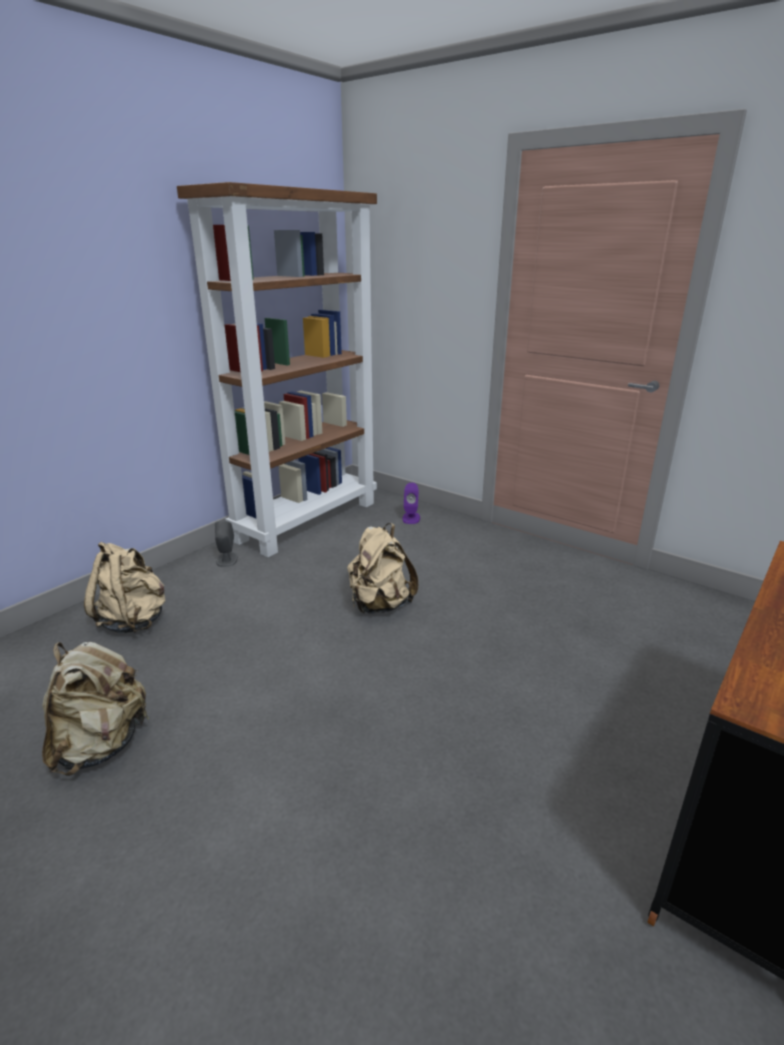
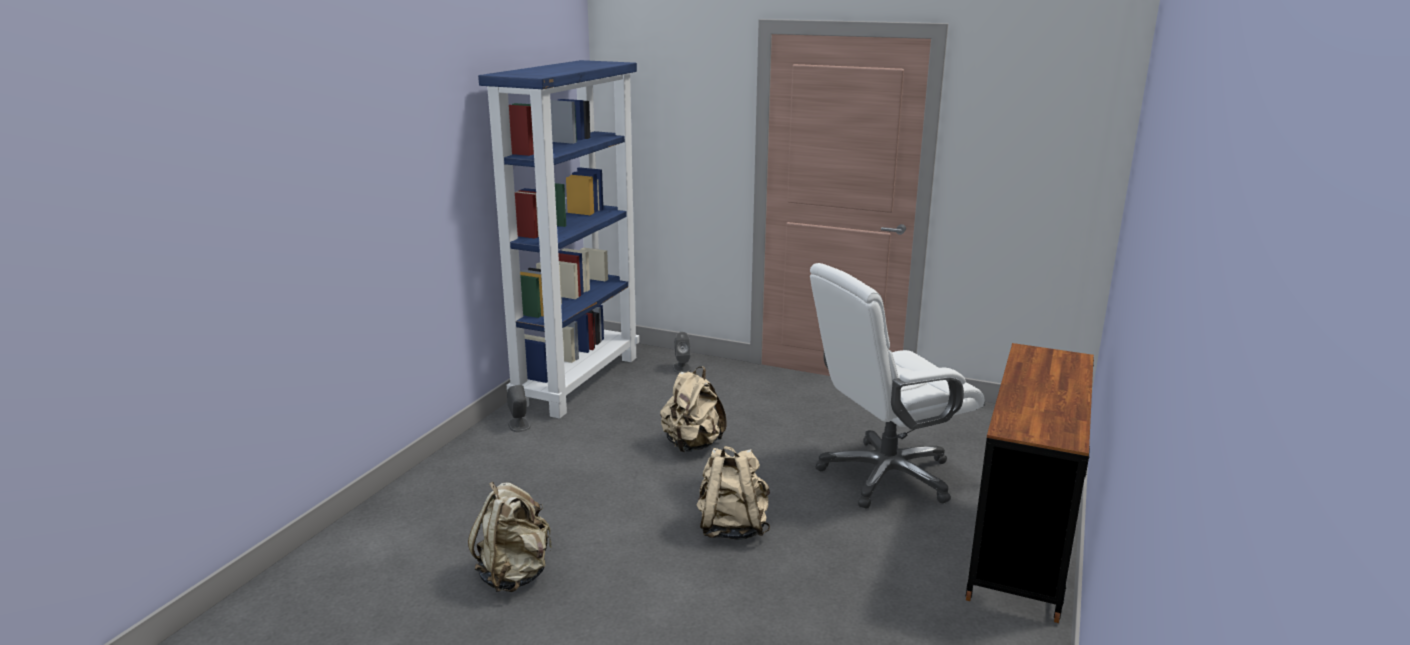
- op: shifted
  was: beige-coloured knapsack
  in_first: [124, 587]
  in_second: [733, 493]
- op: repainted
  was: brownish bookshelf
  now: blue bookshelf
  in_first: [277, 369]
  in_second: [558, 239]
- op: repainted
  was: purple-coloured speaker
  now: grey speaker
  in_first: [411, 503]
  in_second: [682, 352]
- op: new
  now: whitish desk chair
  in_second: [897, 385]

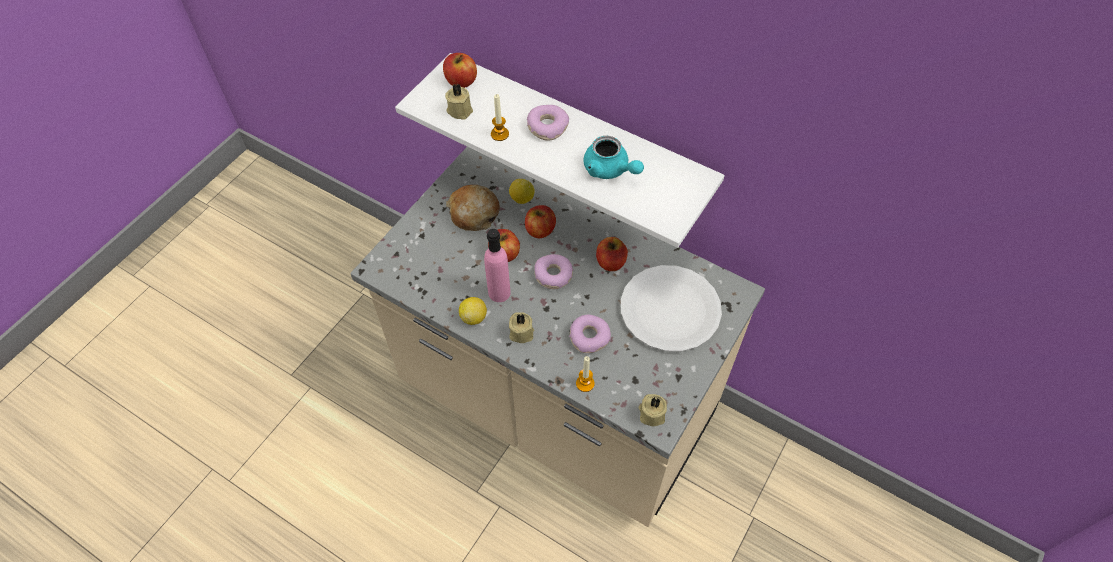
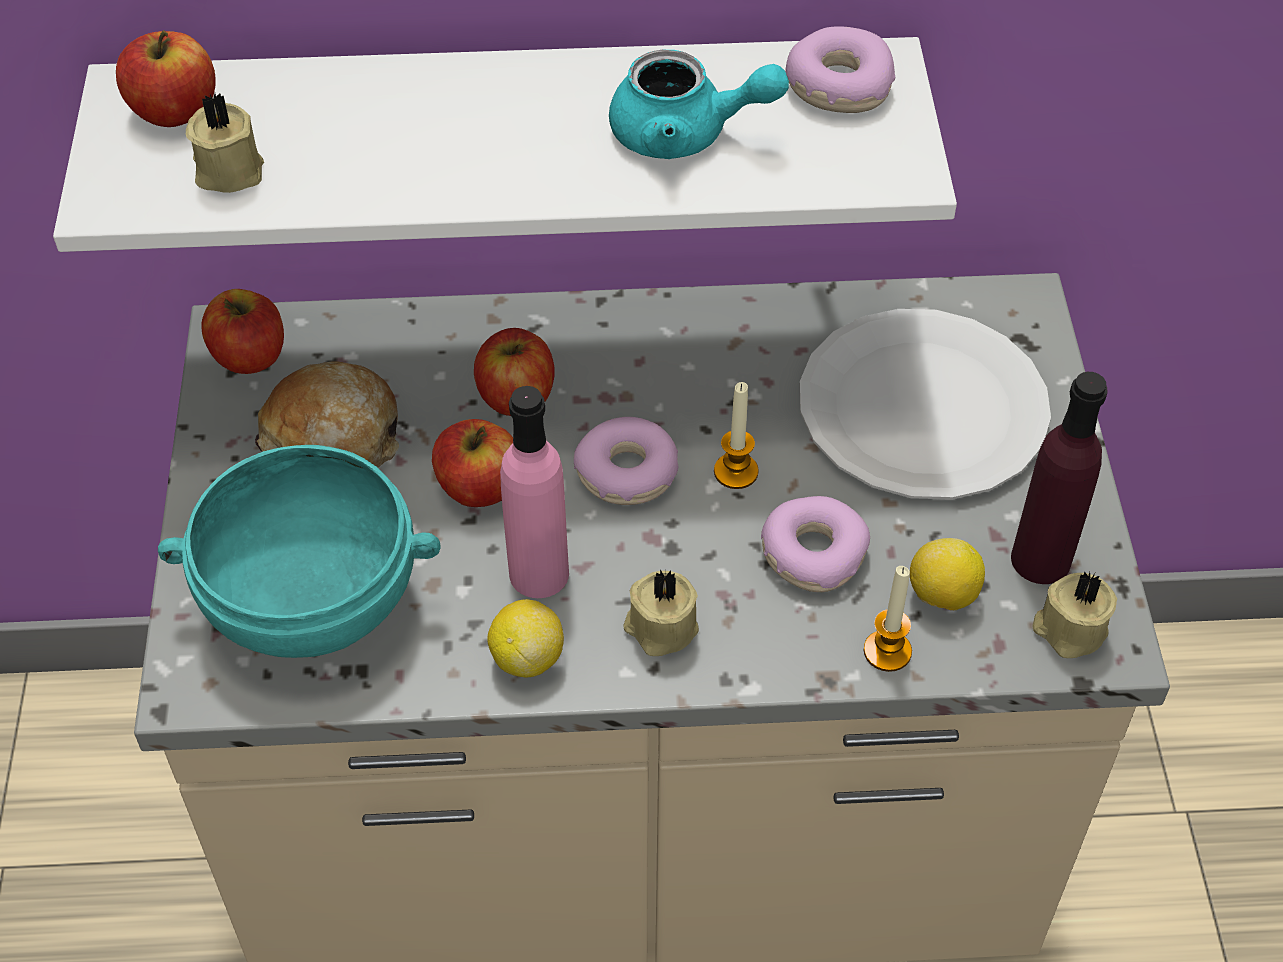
- op: shifted
  was: wax candle
  in_first: [500, 117]
  in_second: [736, 435]
- op: shifted
  was: whole lemon
  in_first: [522, 191]
  in_second: [947, 574]
- op: shifted
  was: doughnut
  in_first: [548, 123]
  in_second: [840, 69]
- op: shifted
  was: apple
  in_first: [612, 254]
  in_second: [242, 331]
- op: new
  now: blue-green serving bowl
  in_second: [299, 551]
- op: new
  now: purple-coloured beverage bottle
  in_second: [1059, 478]

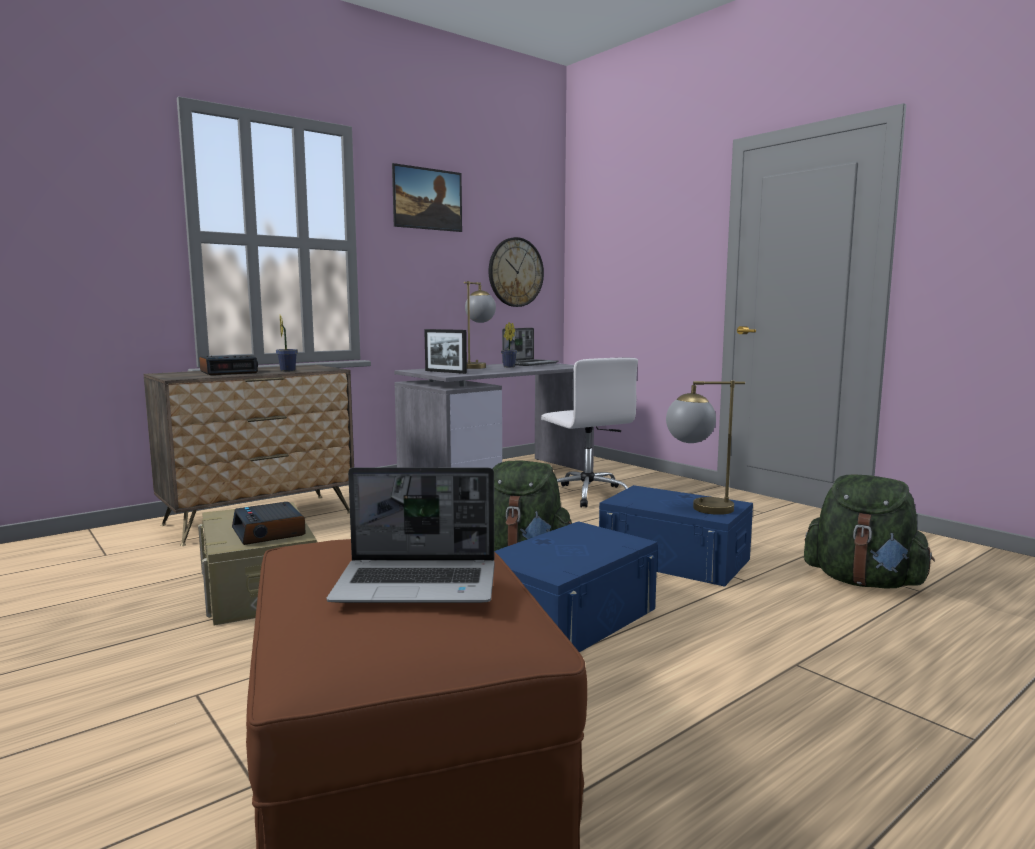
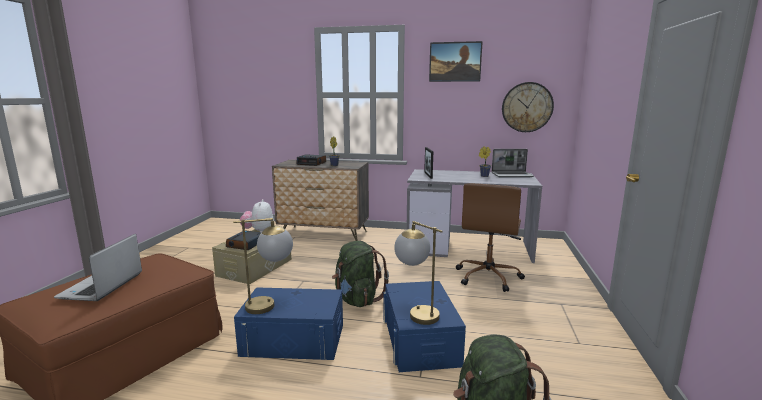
- op: rotated
  was: portable computer
  in_first: [411, 535]
  in_second: [98, 267]
  clockwise: 45
- op: shifted
  was: tabletop lamp
  in_first: [480, 325]
  in_second: [263, 266]
- op: repainted
  was: whitish desk chair
  now: brownish desk chair
  in_first: [589, 432]
  in_second: [490, 237]
- op: new
  now: soft toy
  in_second: [257, 215]

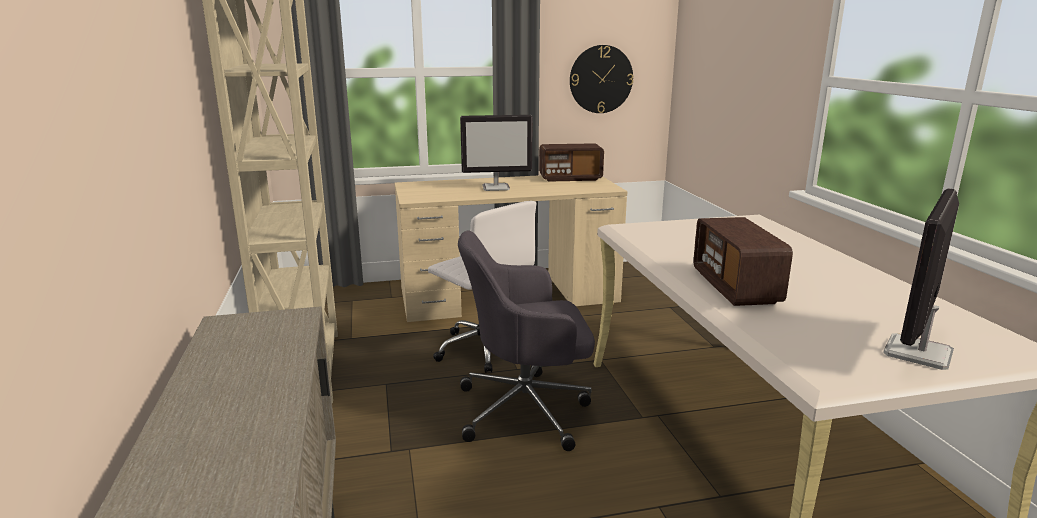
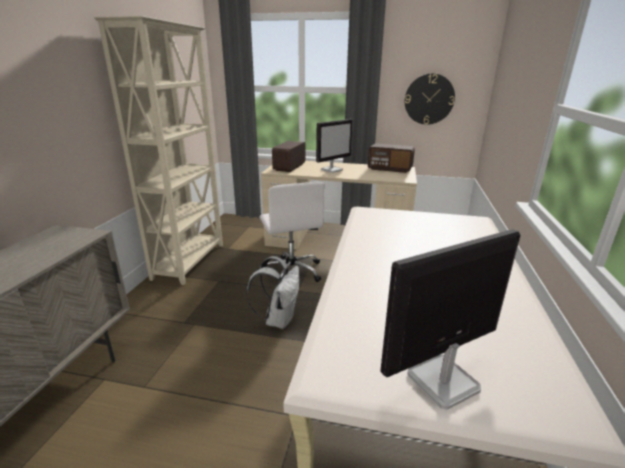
- op: swapped
  was: grey desk chair
  now: whitish knapsack
  in_first: [526, 341]
  in_second: [272, 292]
- op: rotated
  was: monitor
  in_first: [496, 153]
  in_second: [334, 146]
  clockwise: -60
- op: shifted
  was: radio receiver
  in_first: [743, 261]
  in_second: [288, 156]

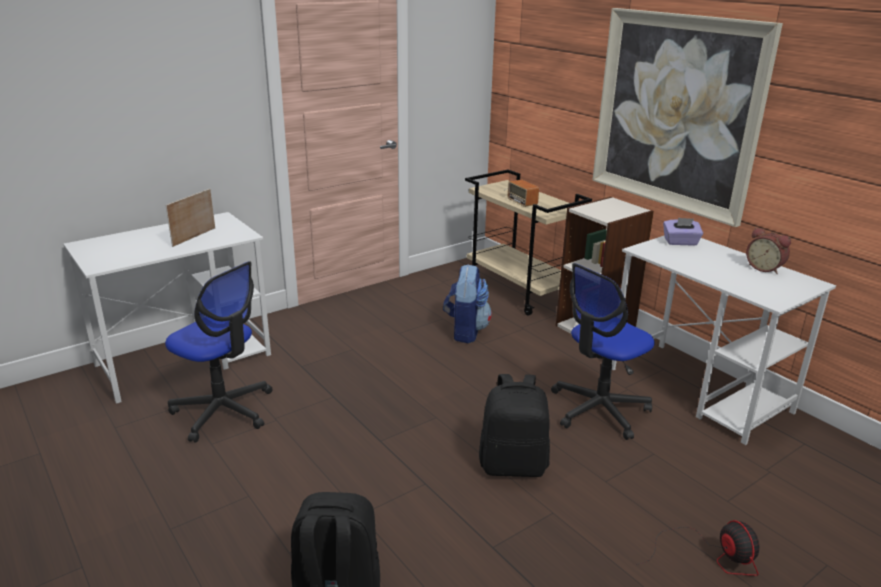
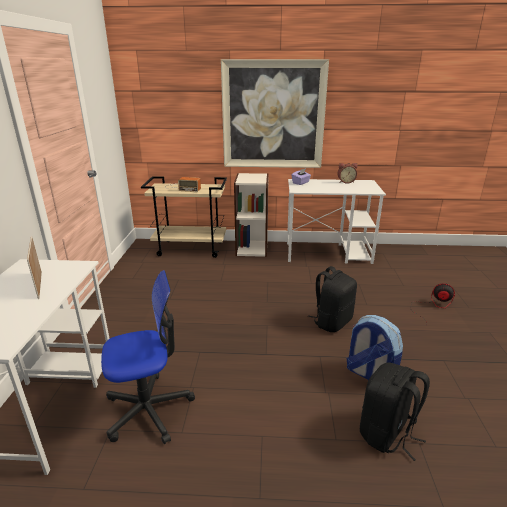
- op: shifted
  was: knapsack
  in_first: [467, 303]
  in_second: [375, 347]
- op: gone
  was: desk chair
  in_first: [603, 351]

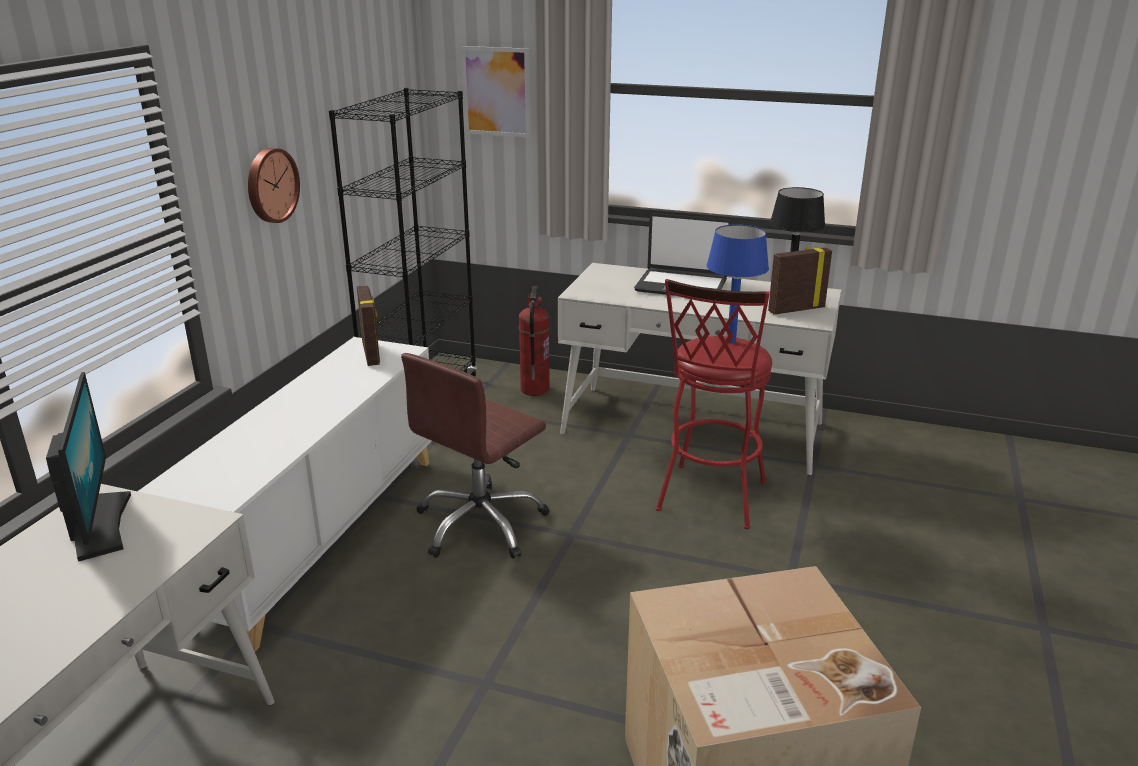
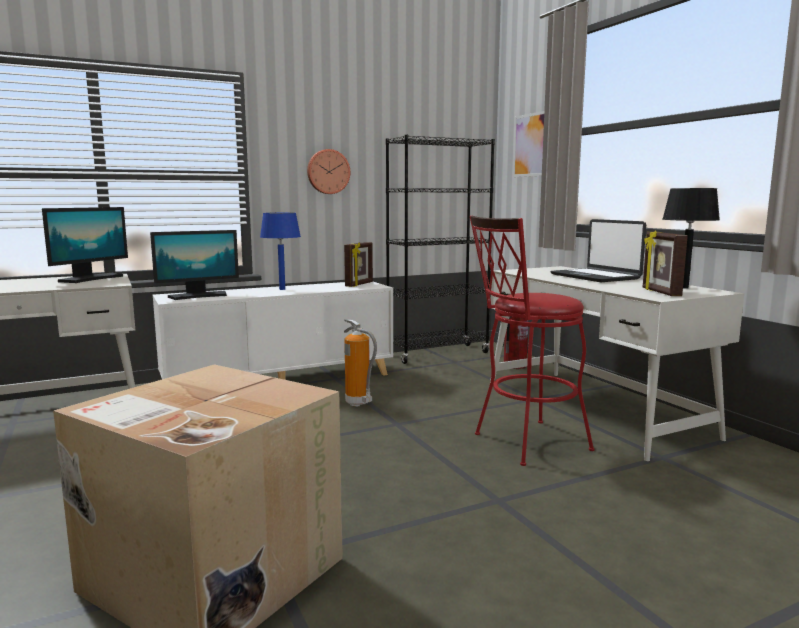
- op: swapped
  was: brownish desk chair
  now: fire extinguisher
  in_first: [475, 456]
  in_second: [360, 362]
- op: shifted
  was: blue tabletop lamp
  in_first: [737, 284]
  in_second: [280, 251]
- op: rotated
  was: standing frame
  in_first: [800, 280]
  in_second: [665, 263]
  clockwise: -120
- op: new
  now: monitor
  in_second: [194, 265]

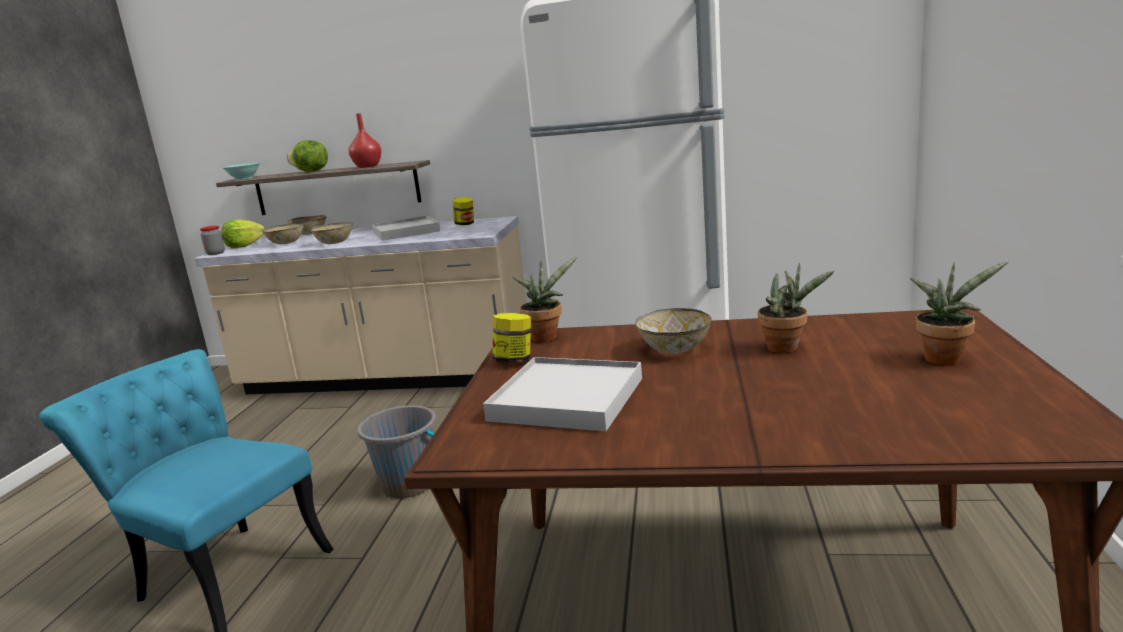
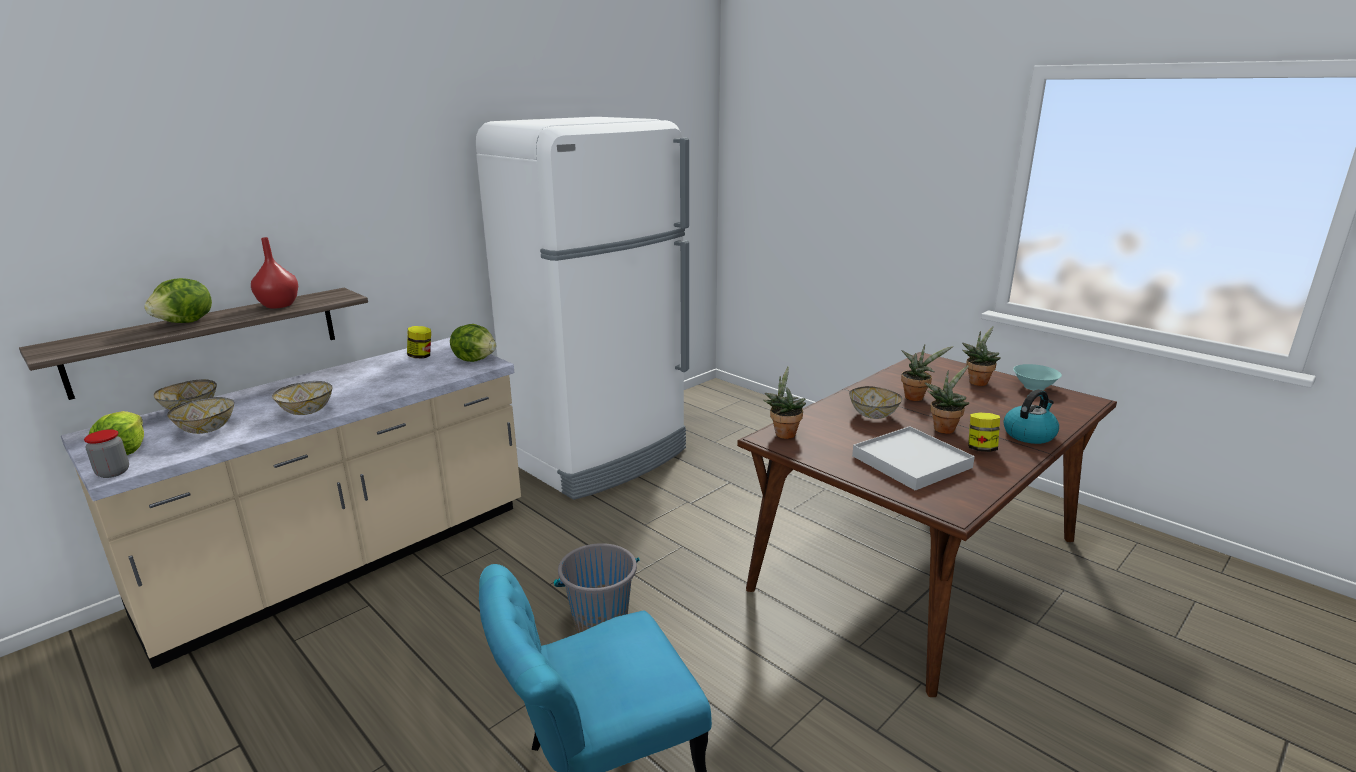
- op: shifted
  was: blue-green serving bowl
  in_first: [241, 171]
  in_second: [1037, 377]
- op: gone
  was: whitish tray
  in_first: [406, 228]
- op: shifted
  was: jar
  in_first: [511, 338]
  in_second: [984, 432]
- op: new
  now: head of lettuce
  in_second: [473, 343]
- op: new
  now: houseplant
  in_second: [947, 399]
- op: new
  now: tea kettle
  in_second: [1031, 416]

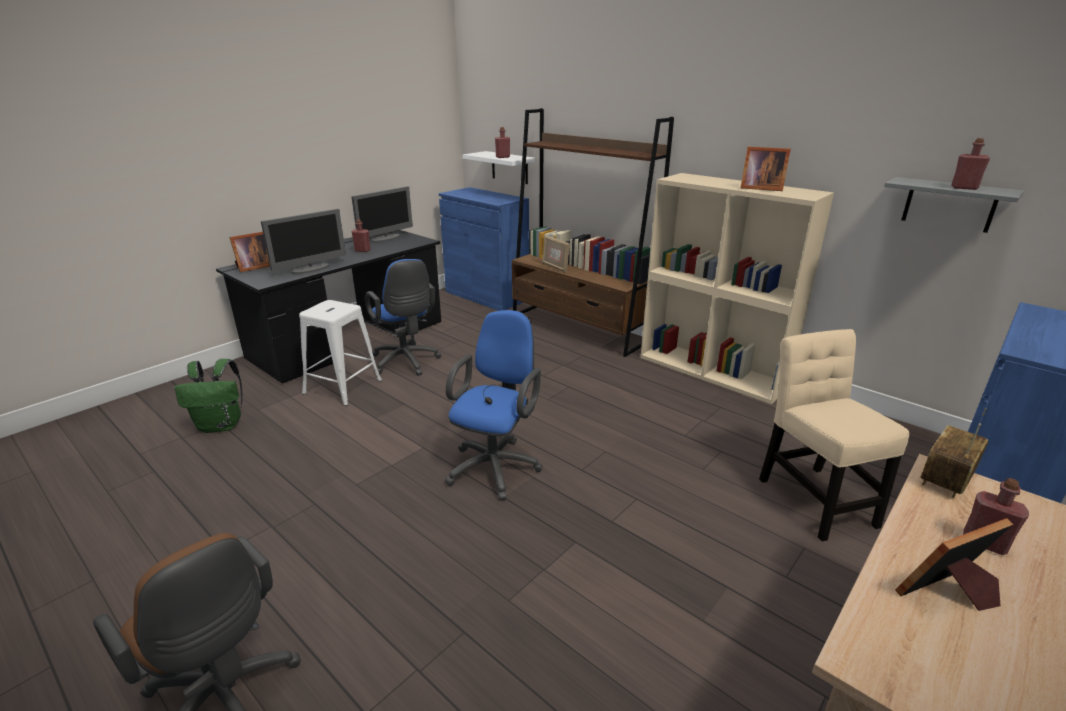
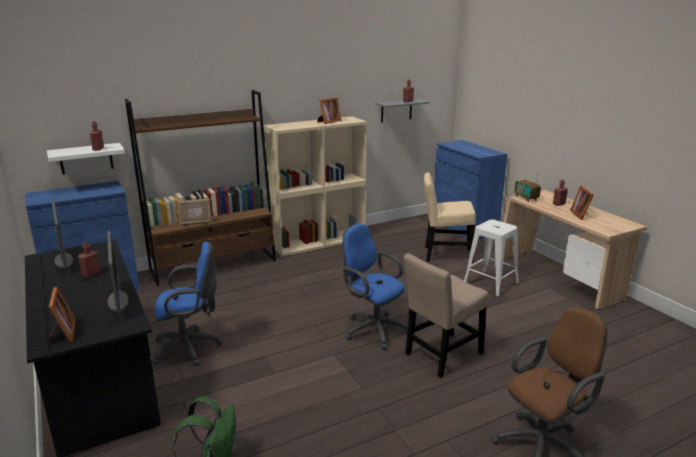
- op: shifted
  was: whitish stool seat
  in_first: [340, 353]
  in_second: [491, 258]
- op: new
  now: beige-coloured plain chair
  in_second: [446, 315]

